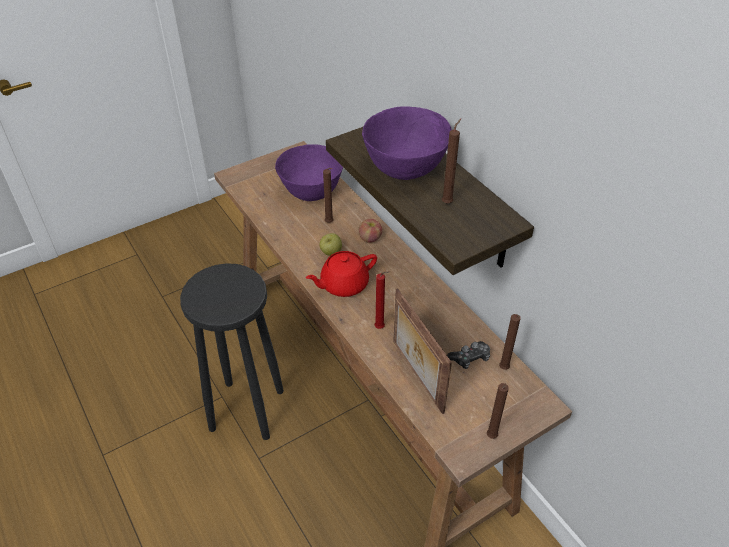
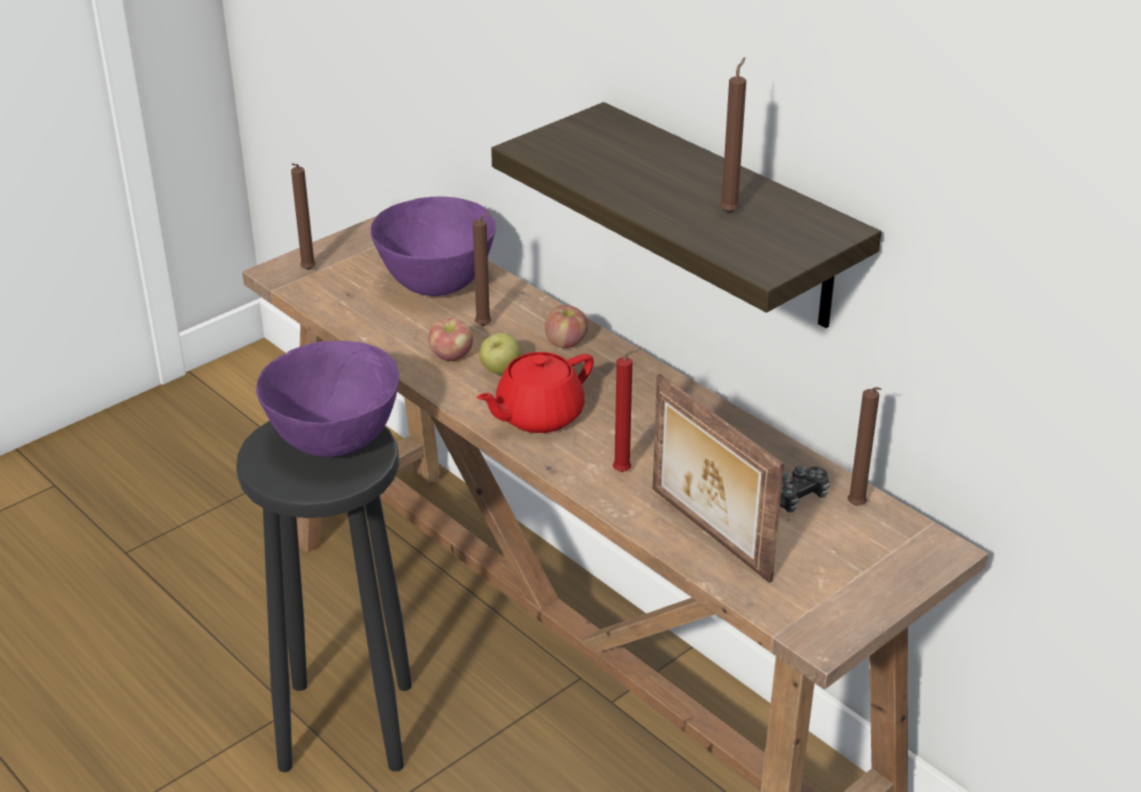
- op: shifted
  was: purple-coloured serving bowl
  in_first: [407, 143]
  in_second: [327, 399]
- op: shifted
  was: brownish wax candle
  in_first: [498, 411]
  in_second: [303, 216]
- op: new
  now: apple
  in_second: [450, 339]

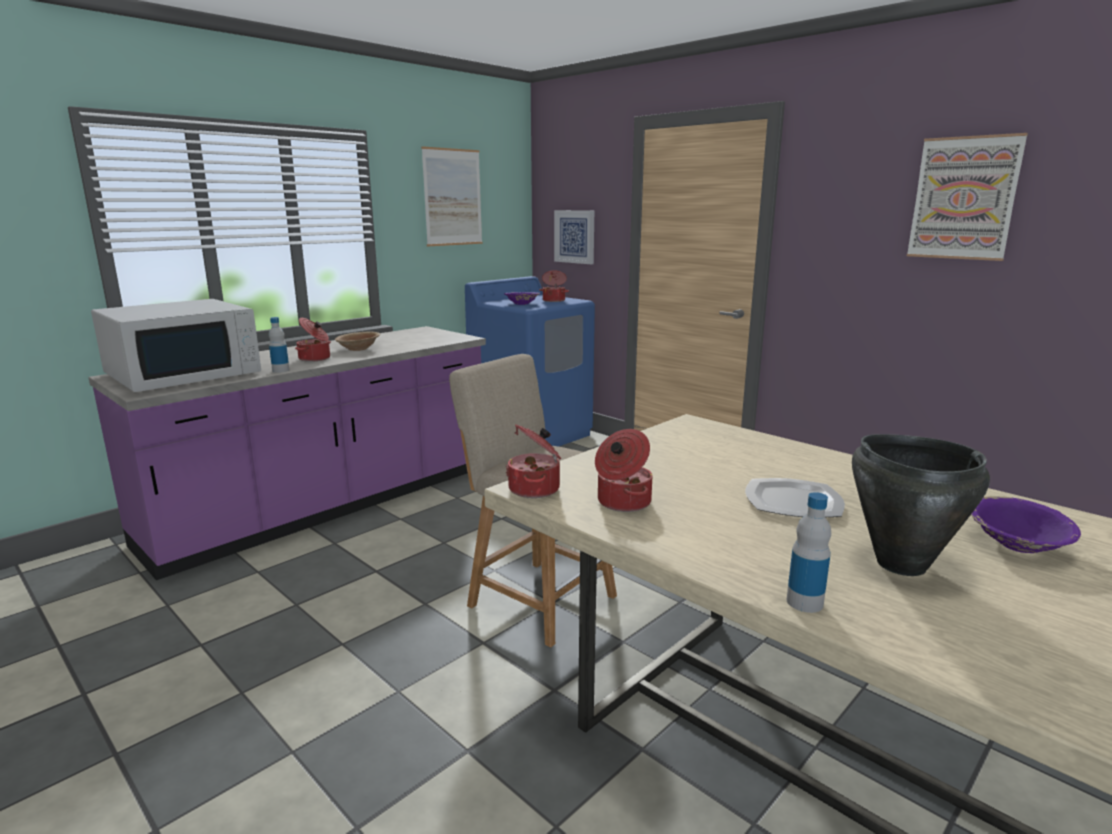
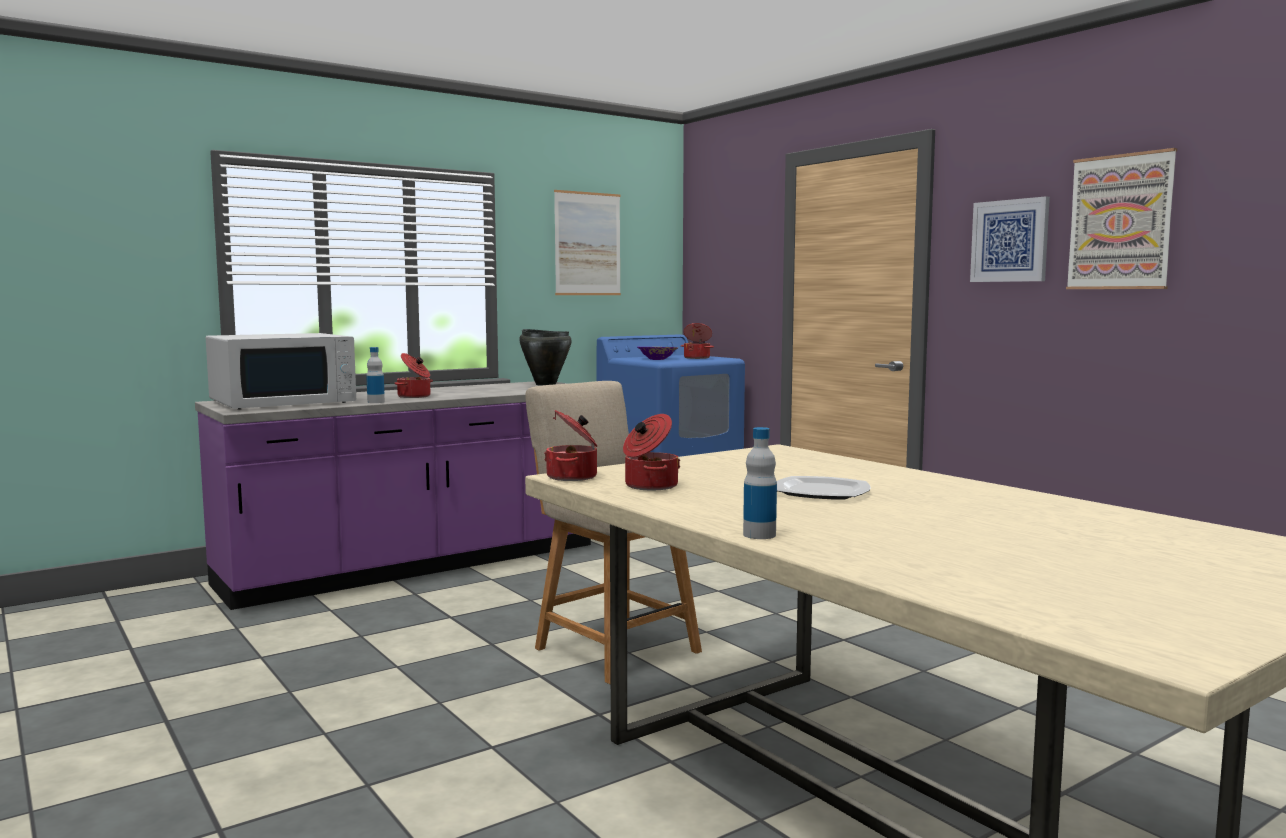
- op: gone
  was: brownish serving bowl
  in_first: [357, 341]
- op: shifted
  was: picture
  in_first: [574, 237]
  in_second: [1010, 239]
- op: shifted
  was: black saucepot
  in_first: [921, 505]
  in_second: [545, 357]
- op: gone
  was: purple-coloured serving bowl
  in_first: [1026, 524]

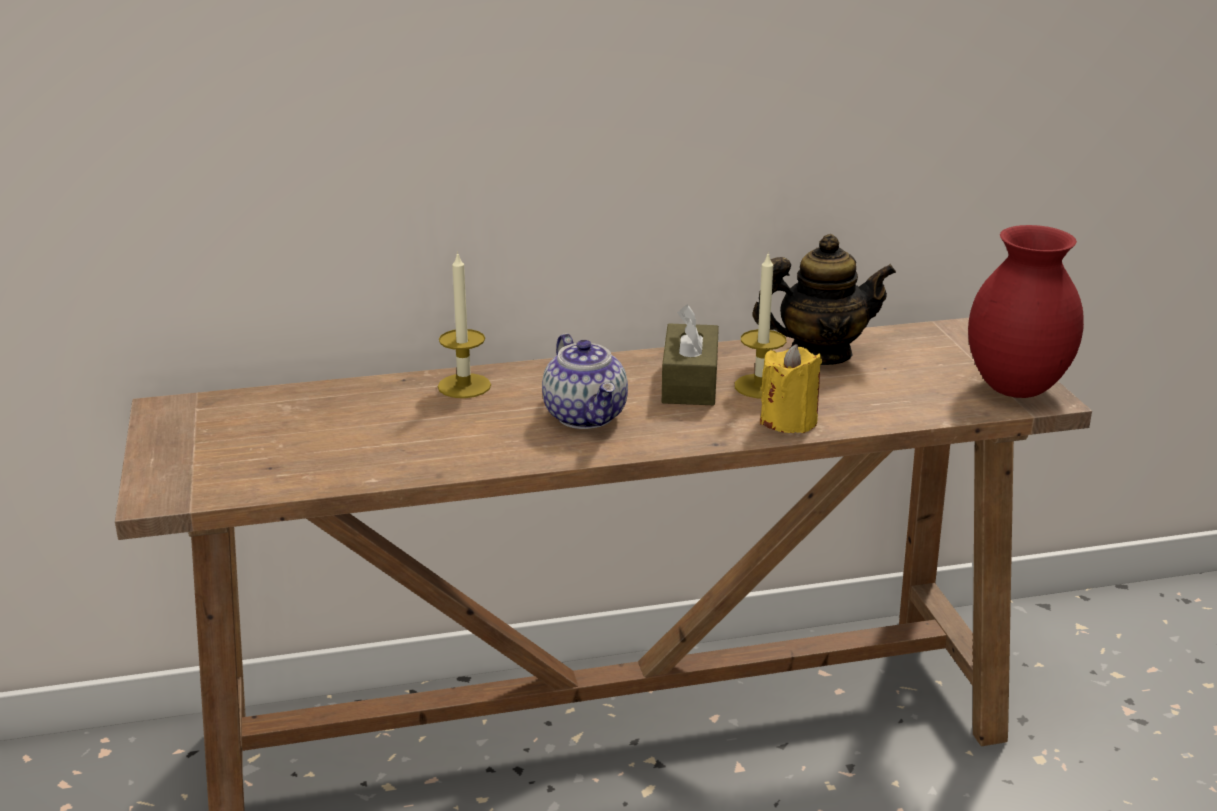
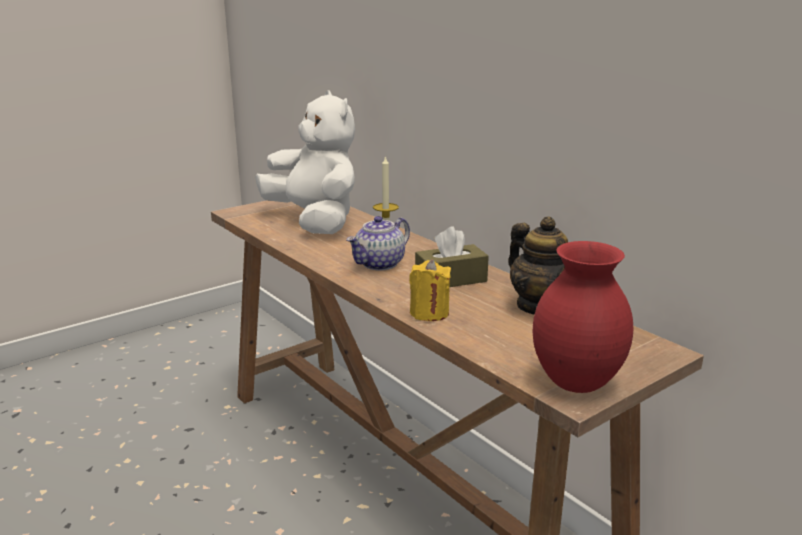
- op: gone
  was: wax candle
  in_first: [761, 324]
- op: new
  now: whitish soft toy
  in_second: [305, 162]

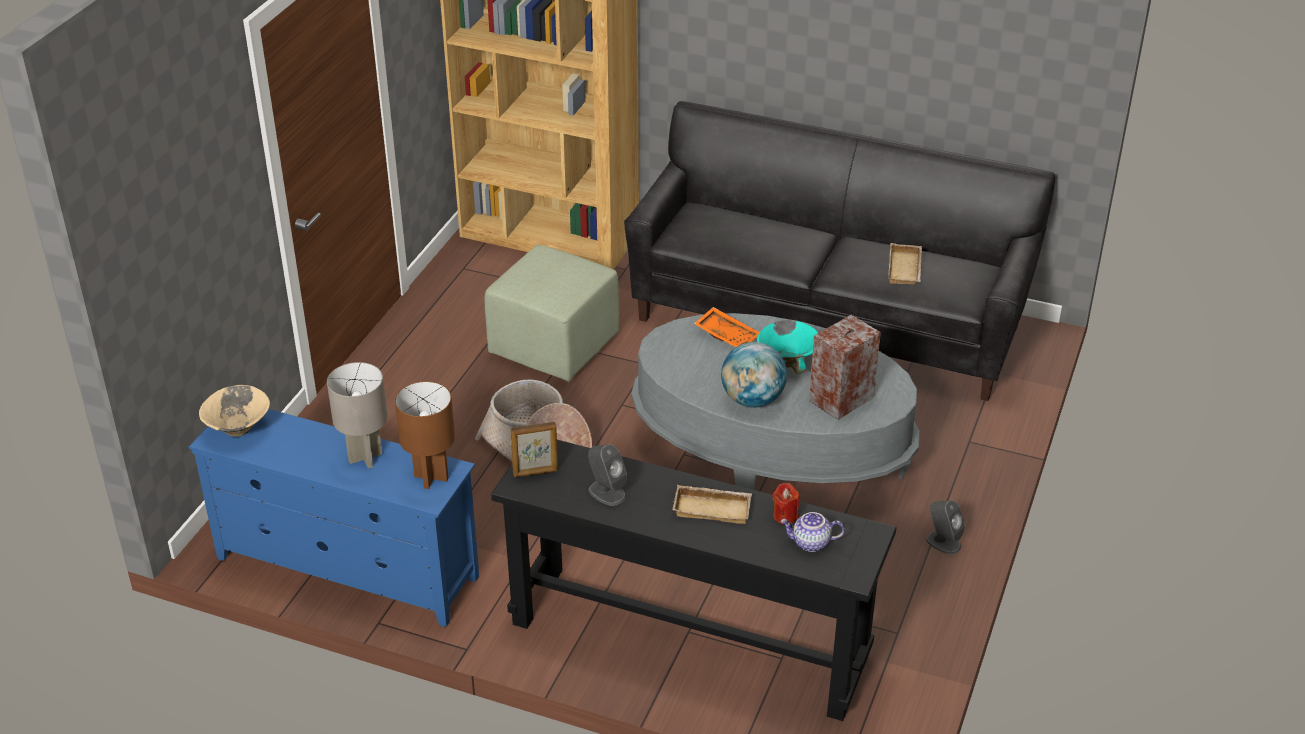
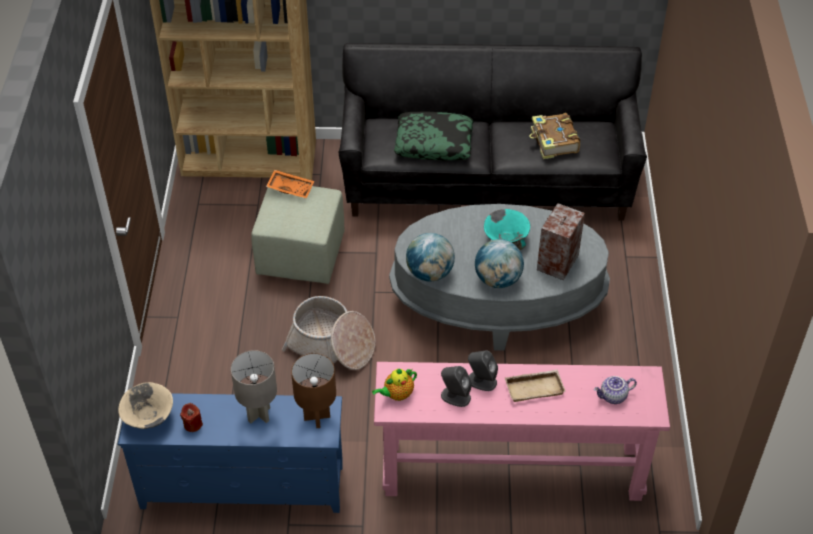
- op: repainted
  was: black narrow table
  now: pink narrow table
  in_first: [693, 580]
  in_second: [522, 431]
- op: swapped
  was: standing frame
  now: pot for tea
  in_first: [534, 449]
  in_second: [394, 385]
- op: shifted
  was: orange-coloured tray
  in_first: [727, 327]
  in_second: [290, 184]
- op: shifted
  was: red-coloured wax candle
  in_first: [785, 503]
  in_second: [191, 417]
- op: swapped
  was: beige-coloured tray
  now: volume
  in_first: [905, 264]
  in_second: [554, 136]
- op: shifted
  was: grey speaker
  in_first: [945, 527]
  in_second: [483, 370]
- op: new
  now: pillow
  in_second: [434, 136]
- op: new
  now: globe
  in_second: [430, 257]

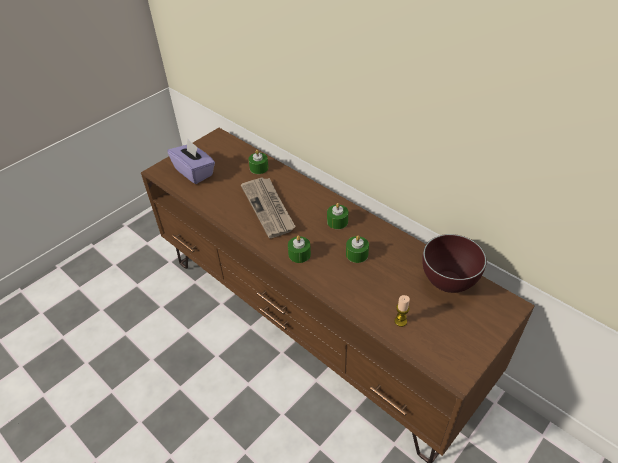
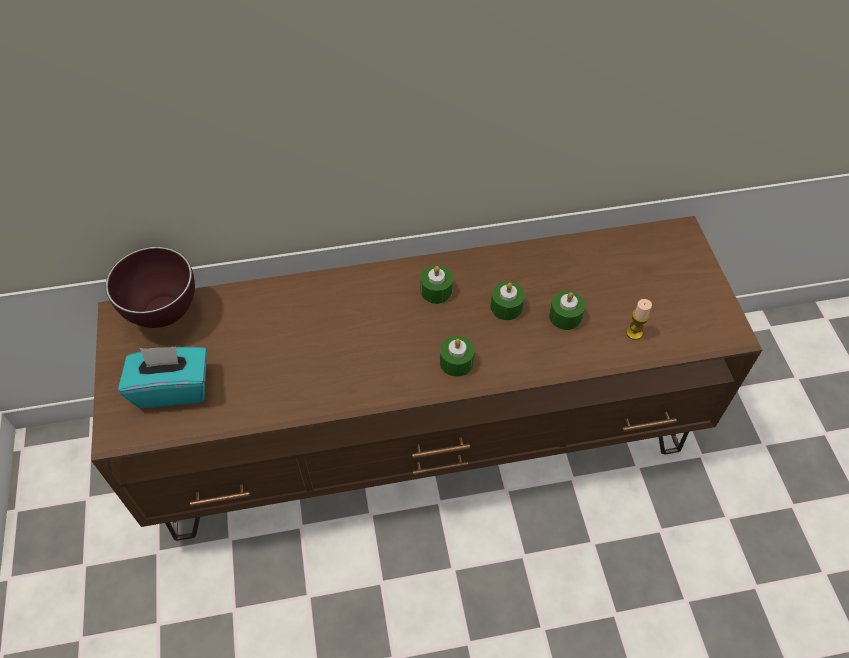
- op: repainted
  was: purple-coloured tissue box
  now: blue-green tissue box
  in_first: [191, 162]
  in_second: [162, 377]
- op: gone
  was: printed paper
  in_first: [268, 207]
- op: shifted
  was: green-coloured wax candle
  in_first: [259, 162]
  in_second: [567, 310]
- op: shifted
  was: brownish serving bowl
  in_first: [454, 263]
  in_second: [150, 287]

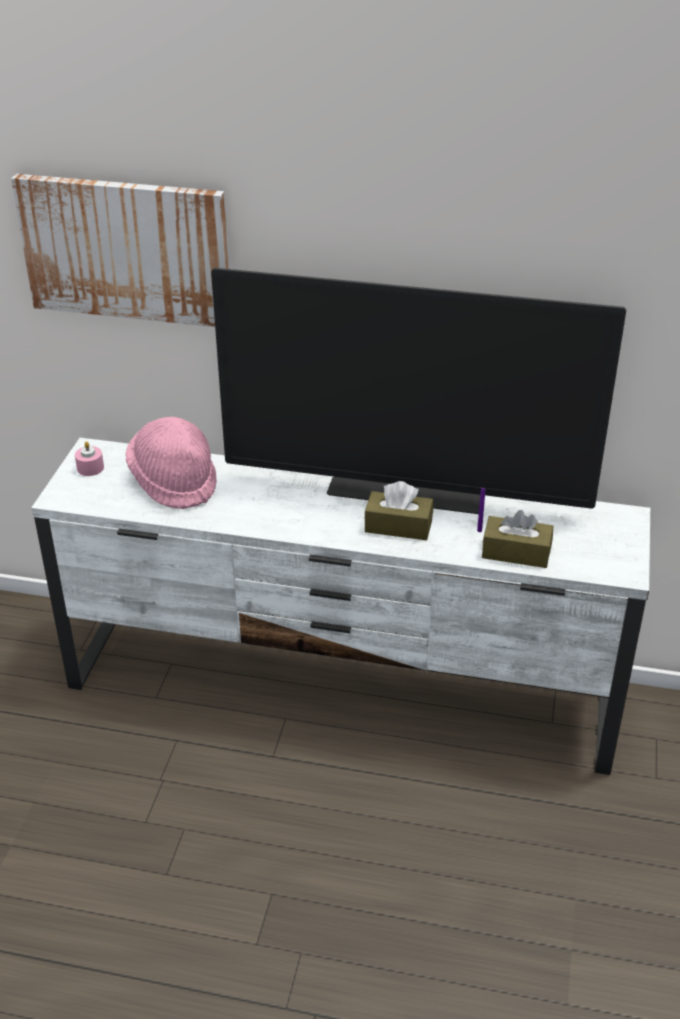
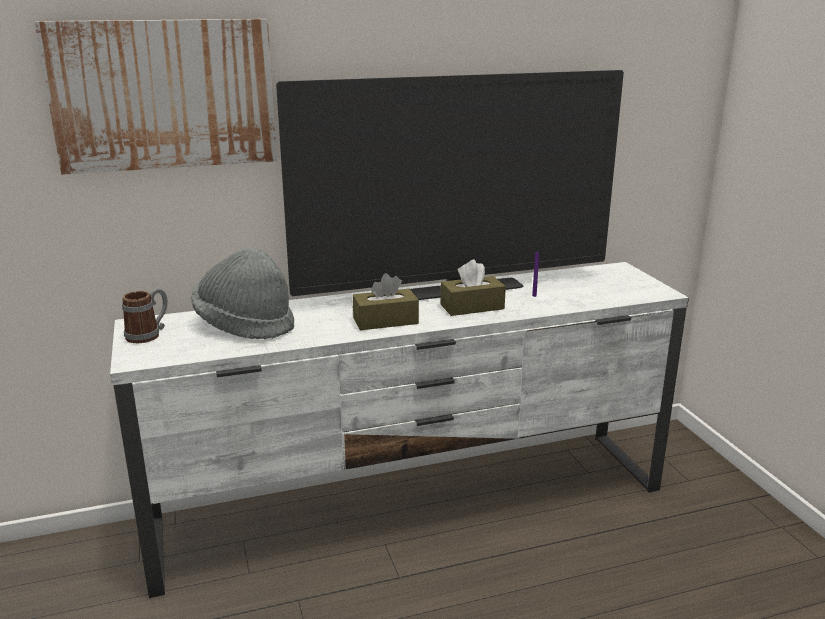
- op: swapped
  was: pink wax candle
  now: coffee mug
  in_first: [89, 458]
  in_second: [145, 315]
- op: repainted
  was: pink clothing hat
  now: grey clothing hat
  in_first: [171, 462]
  in_second: [242, 294]
- op: shifted
  was: brownish tissue box
  in_first: [517, 539]
  in_second: [386, 301]

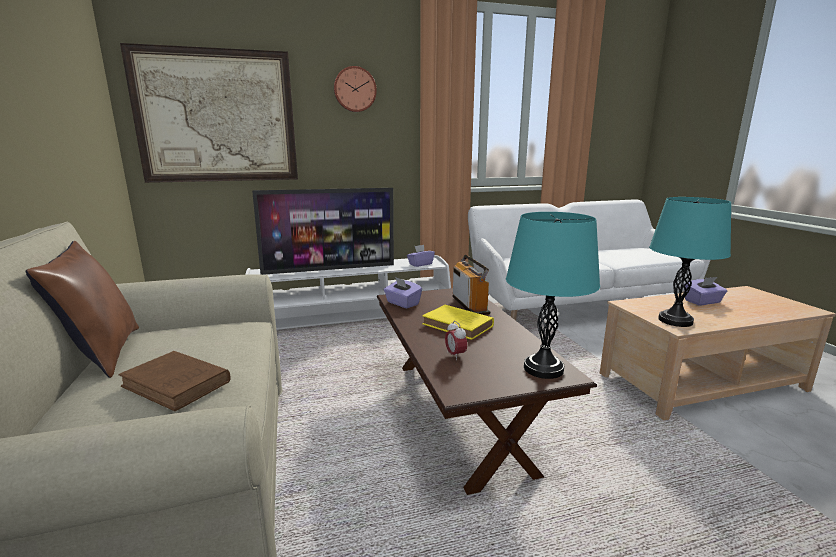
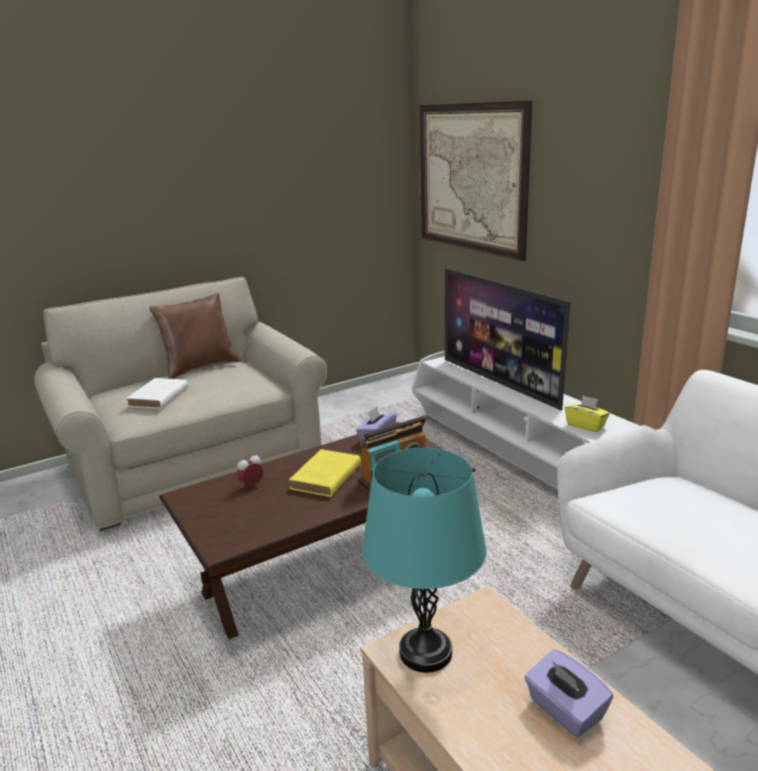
- op: repainted
  was: brownish volume
  now: whitish volume
  in_first: [175, 381]
  in_second: [157, 393]
- op: gone
  was: clock on the wall
  in_first: [355, 89]
- op: repainted
  was: purple-coloured tissue box
  now: yellow-coloured tissue box
  in_first: [421, 256]
  in_second: [587, 414]
- op: gone
  was: blue-green tabletop lamp
  in_first: [553, 295]

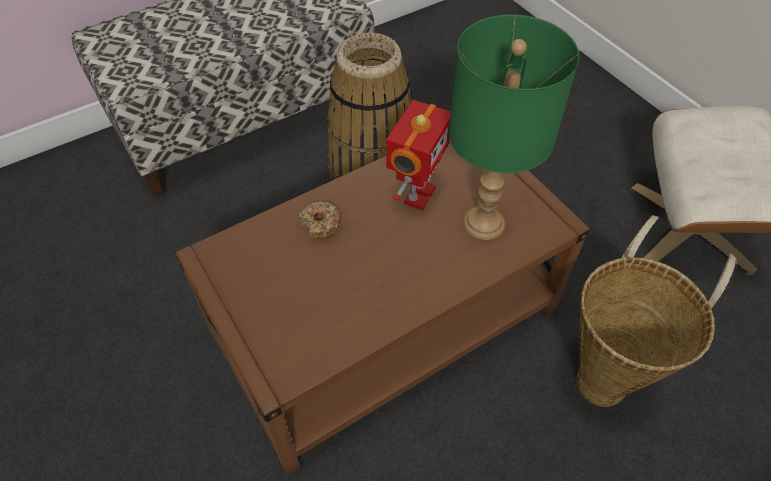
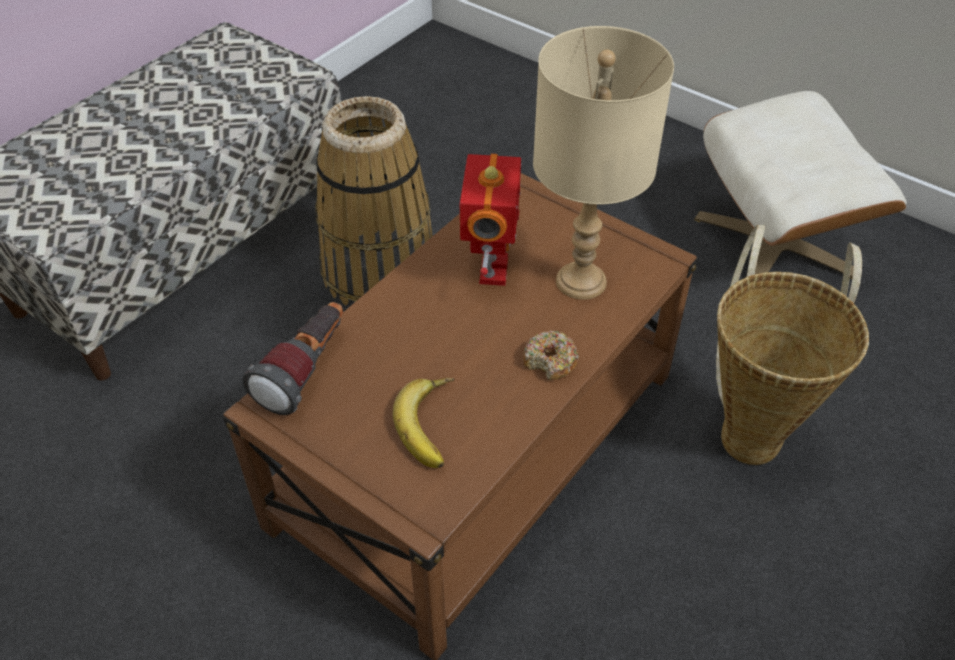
- op: shifted
  was: doughnut
  in_first: [320, 220]
  in_second: [551, 355]
- op: repainted
  was: green-coloured tabletop lamp
  now: beige-coloured tabletop lamp
  in_first: [514, 127]
  in_second: [603, 163]
- op: new
  now: torch
  in_second: [292, 358]
- op: new
  now: banana
  in_second: [423, 423]

